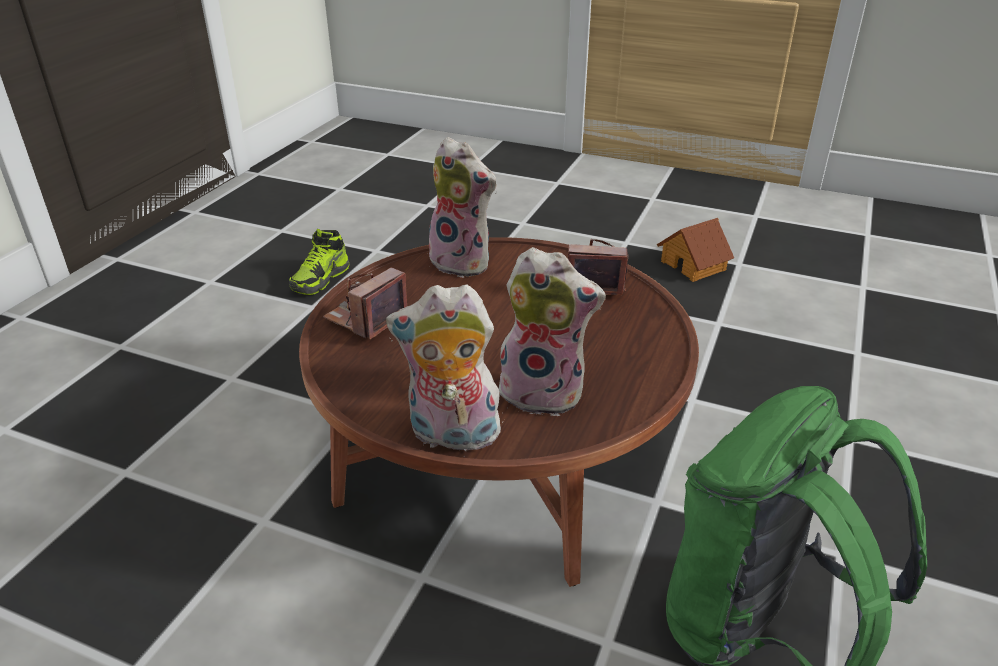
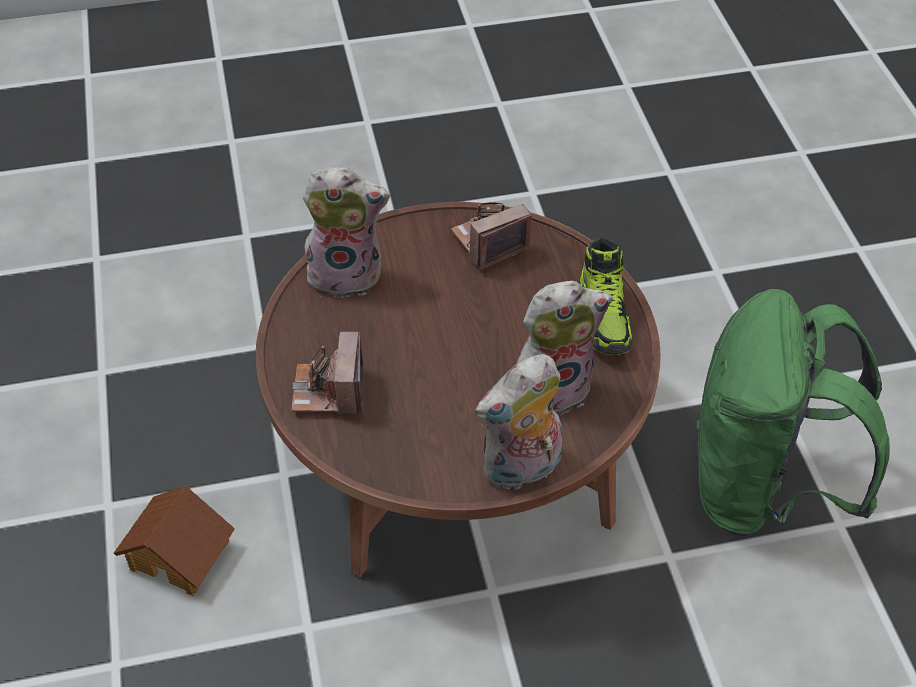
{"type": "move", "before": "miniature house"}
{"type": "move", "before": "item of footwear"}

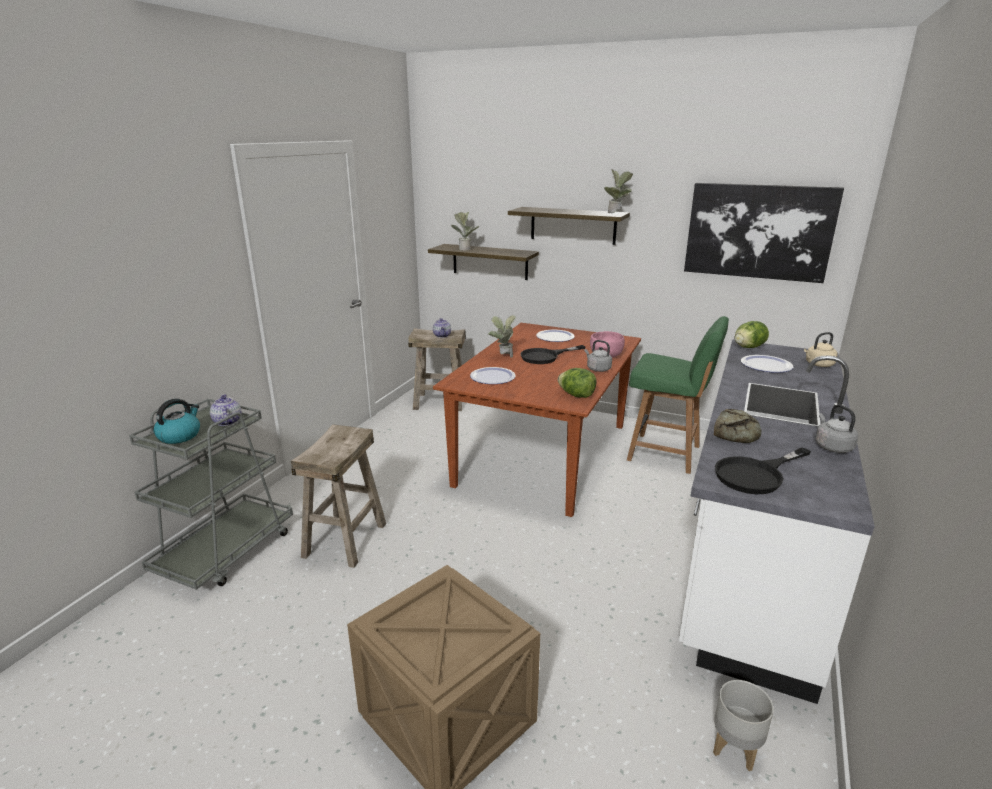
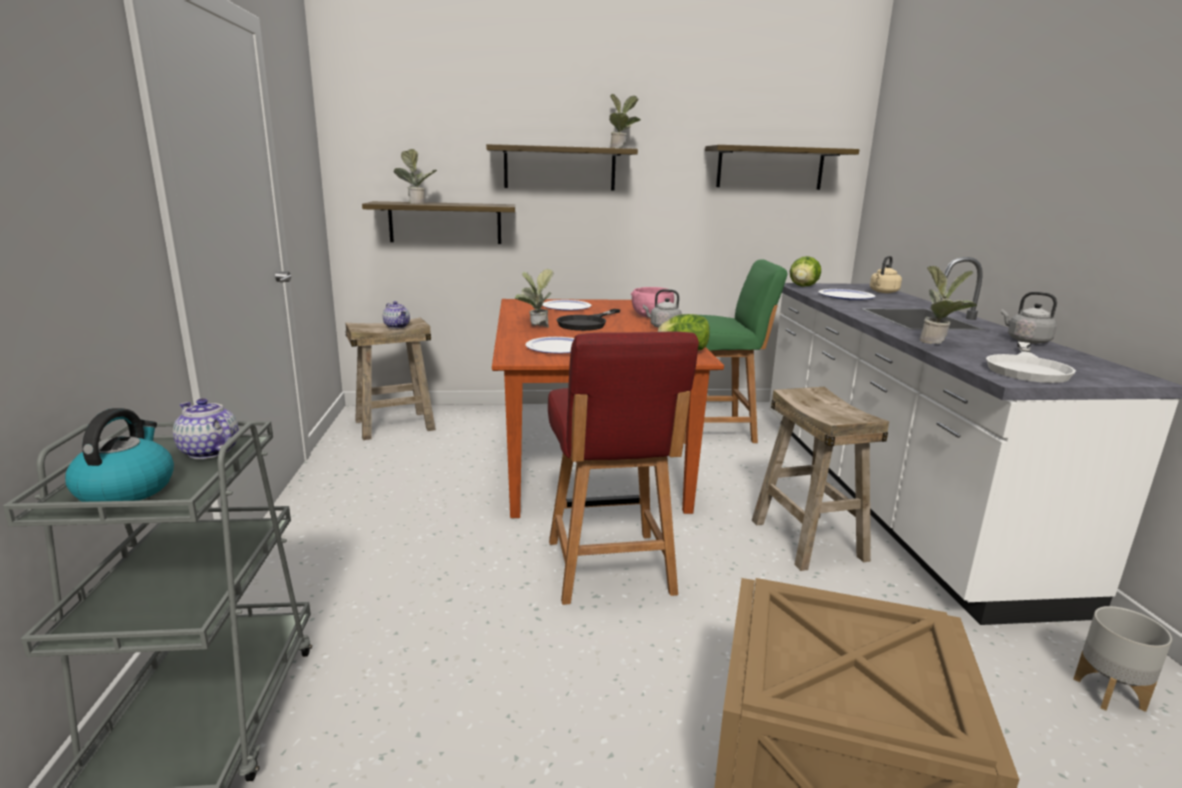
{"type": "insert", "after": "red upright chair"}
{"type": "replace", "before": "wall picture", "after": "wall shelf (3rd from left)"}
{"type": "move", "before": "beige-coloured stool (1st from left in the first image)", "after": "beige-coloured stool (2nd from left)"}
{"type": "replace", "before": "bakery bread", "after": "plant in a pot (4th from left)"}
{"type": "recolor", "before": "blackish frying pan (2nd from left)", "after": "white-coloured frying pan"}

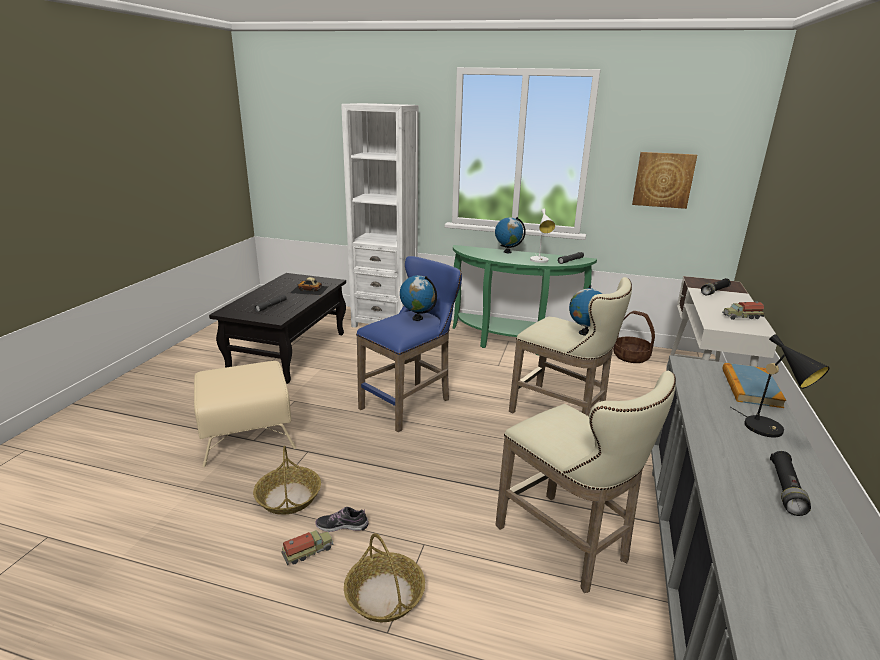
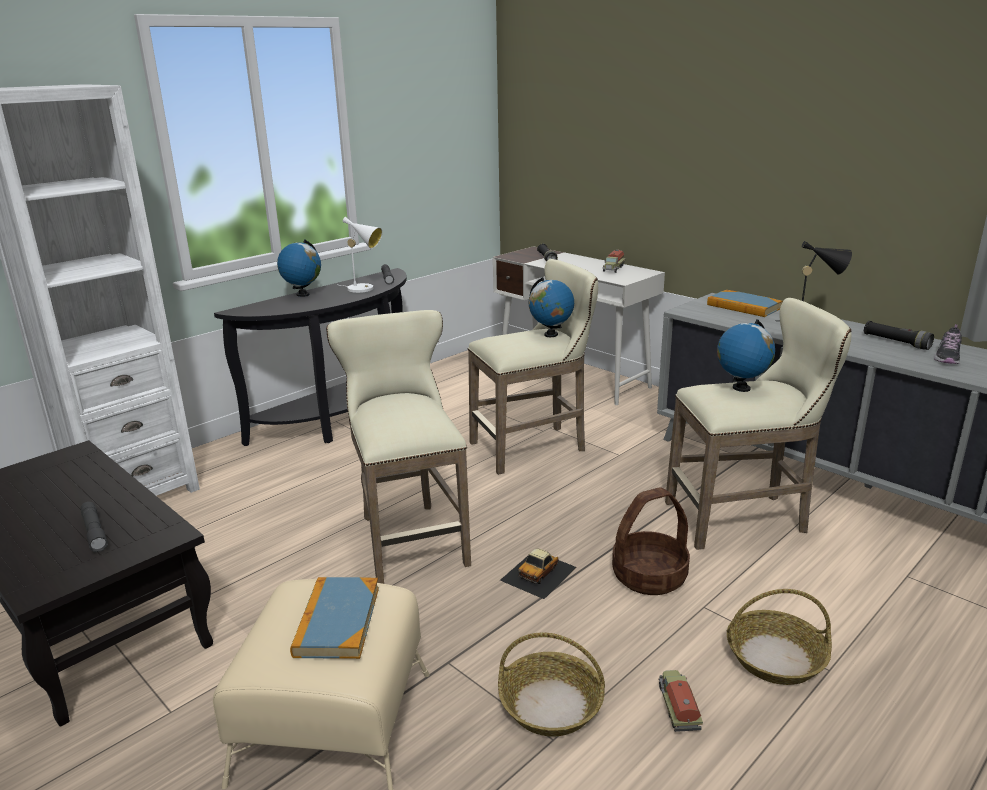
{"type": "recolor", "before": "green-coloured console table", "after": "blackish console table"}
{"type": "insert", "after": "book (1st from left)"}
{"type": "recolor", "before": "bluish stool", "after": "beige-coloured stool (1st from left)"}
{"type": "move", "before": "toy car"}
{"type": "move", "before": "storage basket (3rd from left in the first image)", "after": "storage basket (2nd from left)"}
{"type": "move", "before": "desk globe (1st from left in the first image)", "after": "desk globe (3rd from left)"}
{"type": "move", "before": "item of footwear"}
{"type": "delete", "before": "wall picture"}

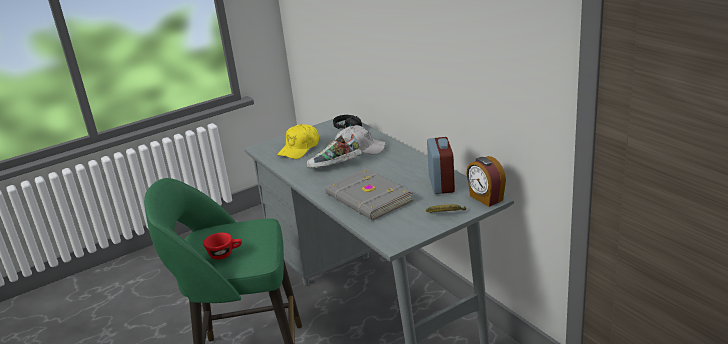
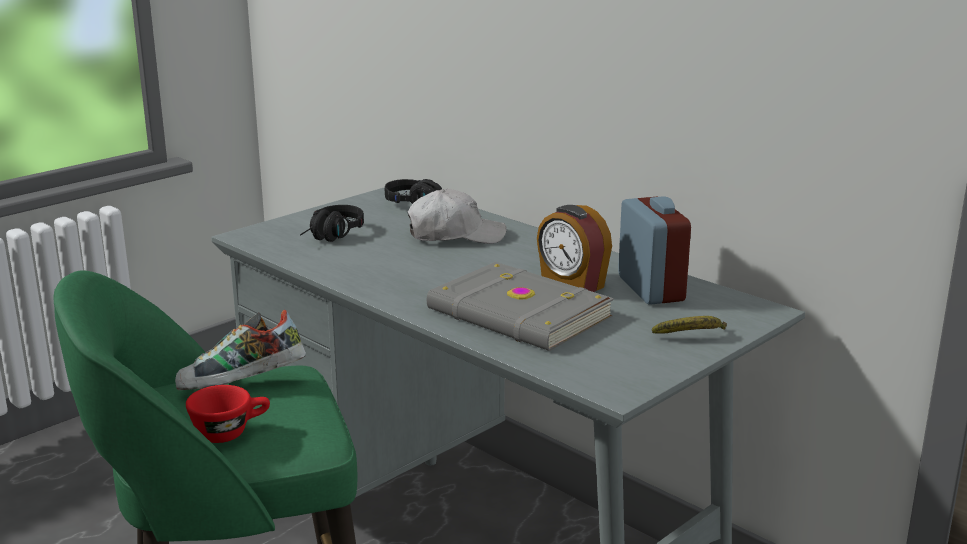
{"type": "move", "before": "item of footwear"}
{"type": "replace", "before": "yellow baseball cap", "after": "blackish headphones (1st from left)"}
{"type": "move", "before": "alarm clock (2nd from left in the first image)", "after": "alarm clock (1st from left)"}

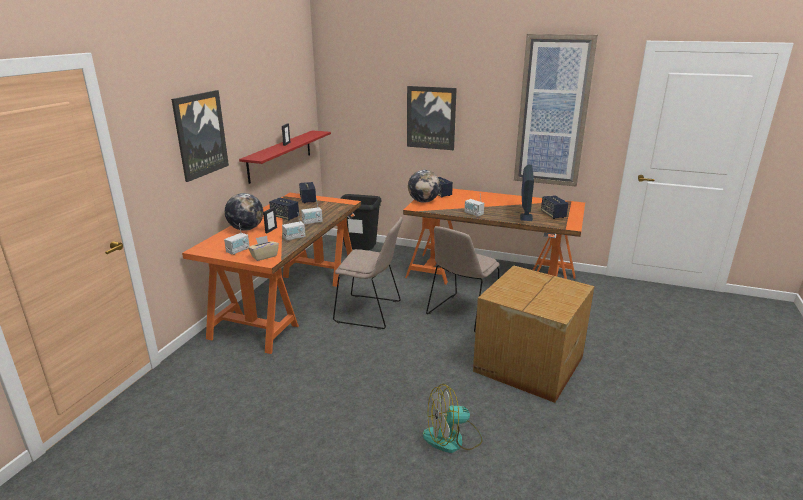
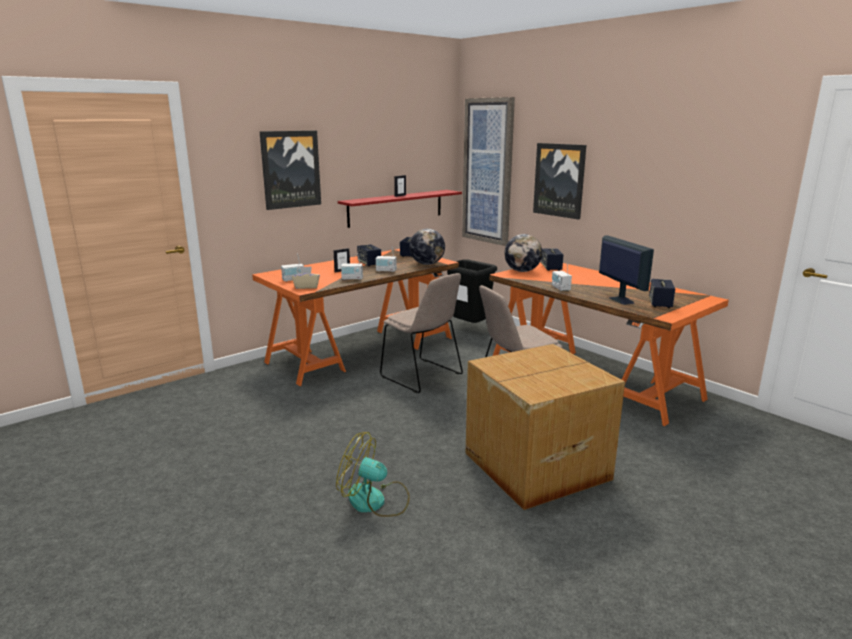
{"type": "move", "before": "desk globe (1st from left)"}
{"type": "move", "before": "wall picture (3rd from left in the first image)", "after": "wall picture (2nd from left)"}
{"type": "rotate", "before": "computer display", "turn": -60}

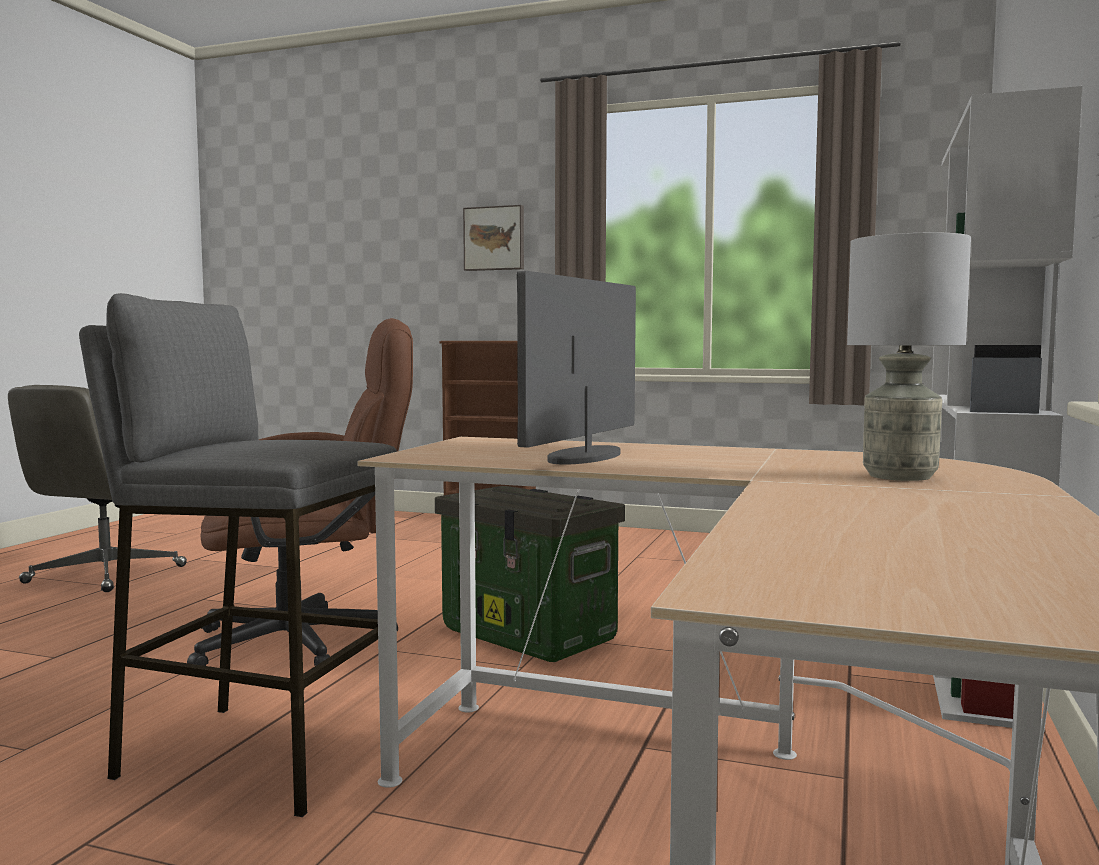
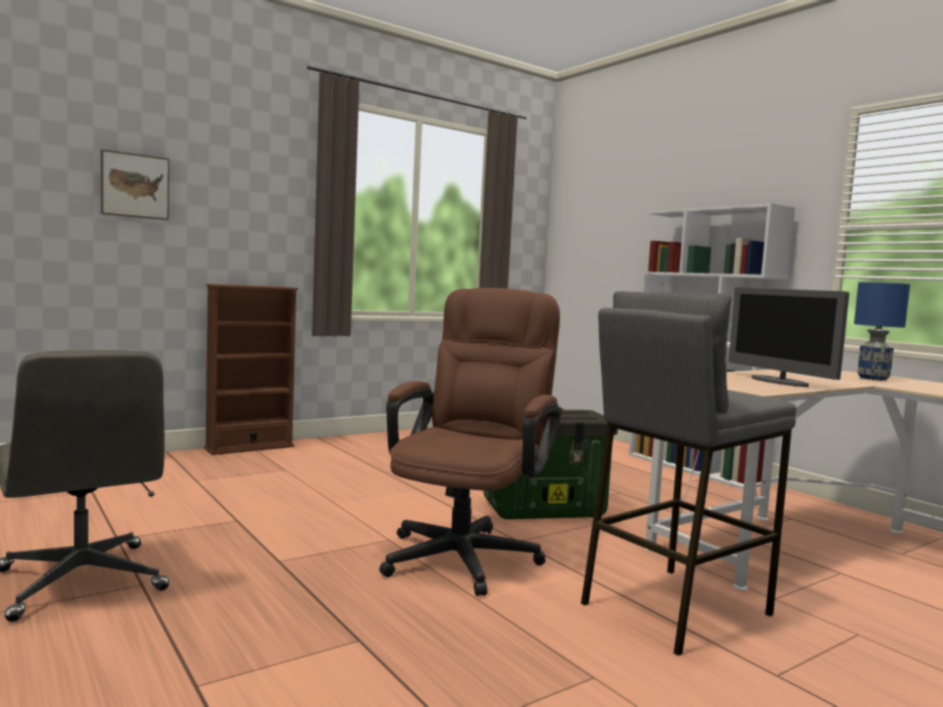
{"type": "move", "before": "wall picture"}
{"type": "recolor", "before": "greyish table lamp", "after": "bluish table lamp"}

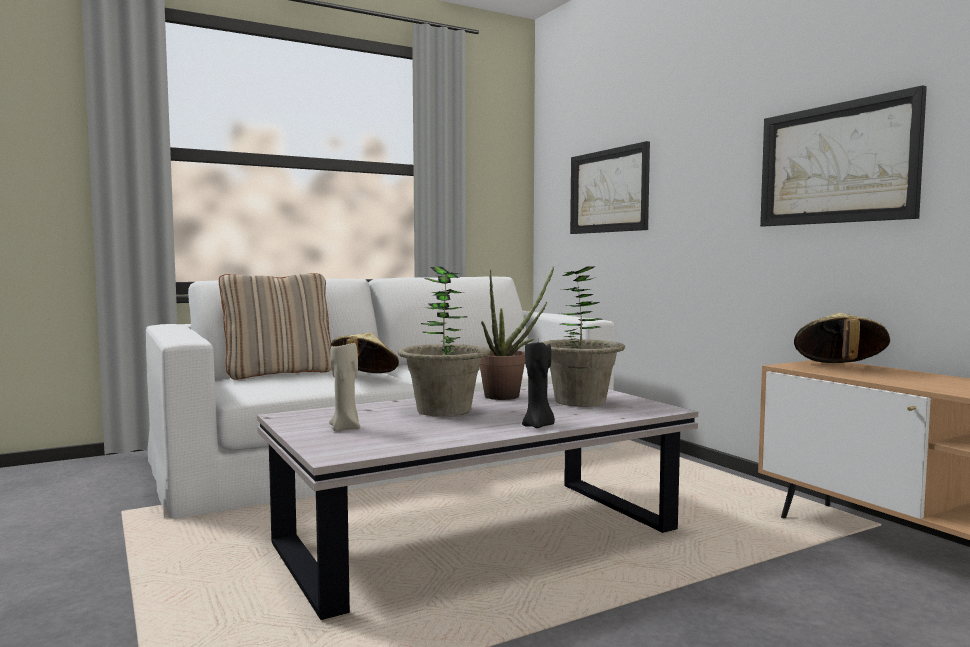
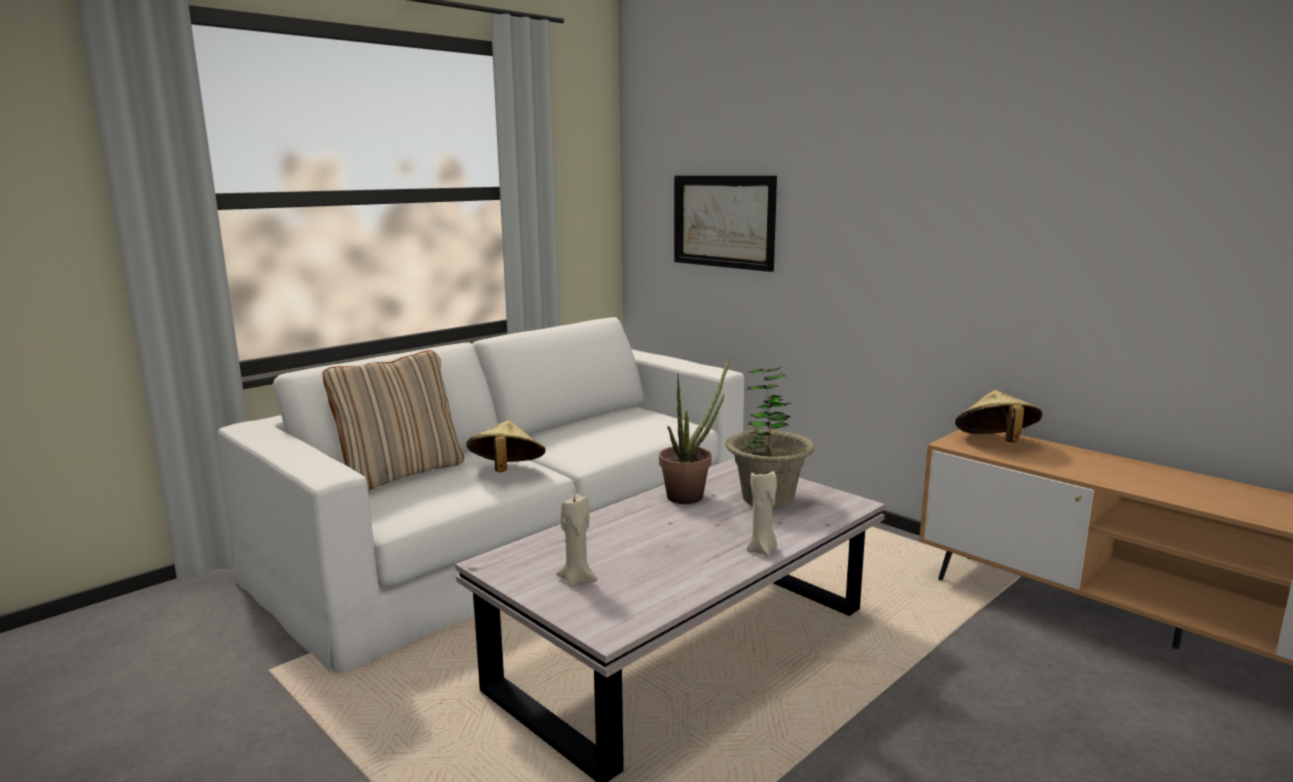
{"type": "recolor", "before": "blackish wax candle", "after": "beige-coloured wax candle (2nd from left)"}
{"type": "delete", "before": "plant in a pot (1st from left)"}
{"type": "delete", "before": "wall picture (2nd from left)"}

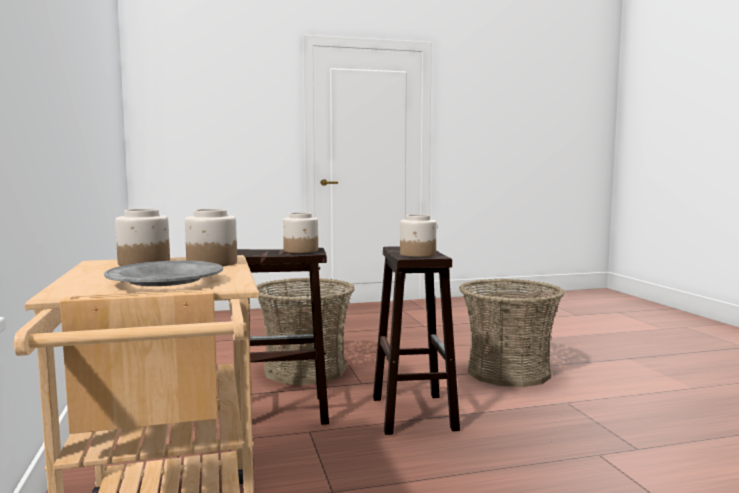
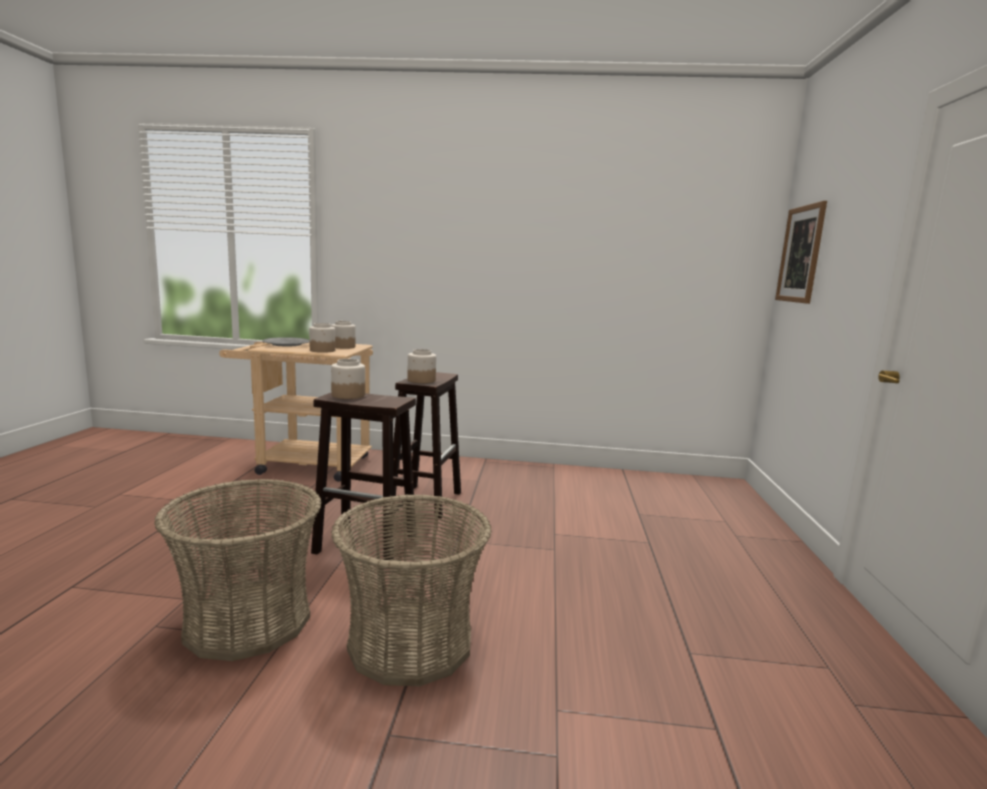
{"type": "move", "before": "storage basket (1st from left)"}
{"type": "insert", "after": "wall picture"}

